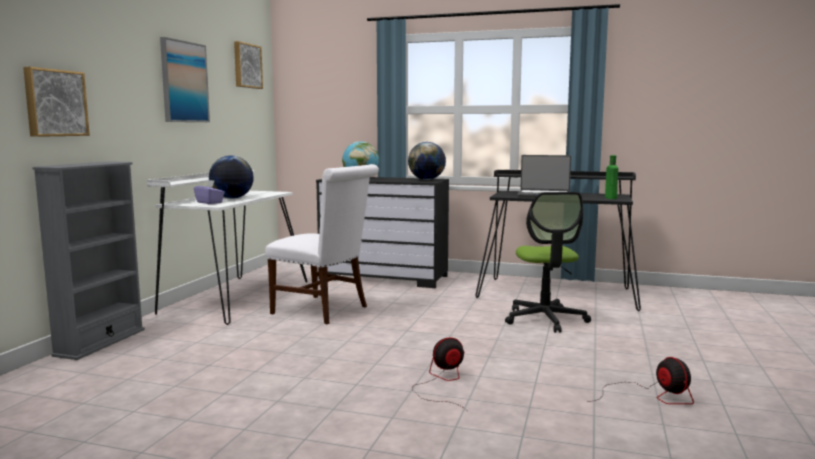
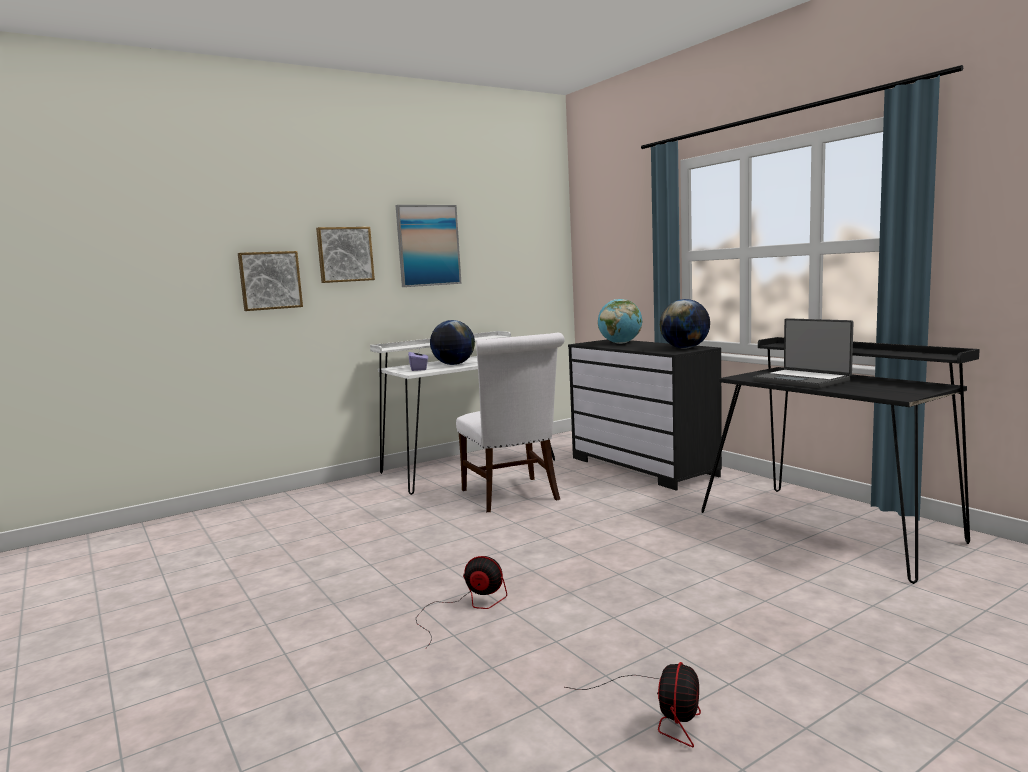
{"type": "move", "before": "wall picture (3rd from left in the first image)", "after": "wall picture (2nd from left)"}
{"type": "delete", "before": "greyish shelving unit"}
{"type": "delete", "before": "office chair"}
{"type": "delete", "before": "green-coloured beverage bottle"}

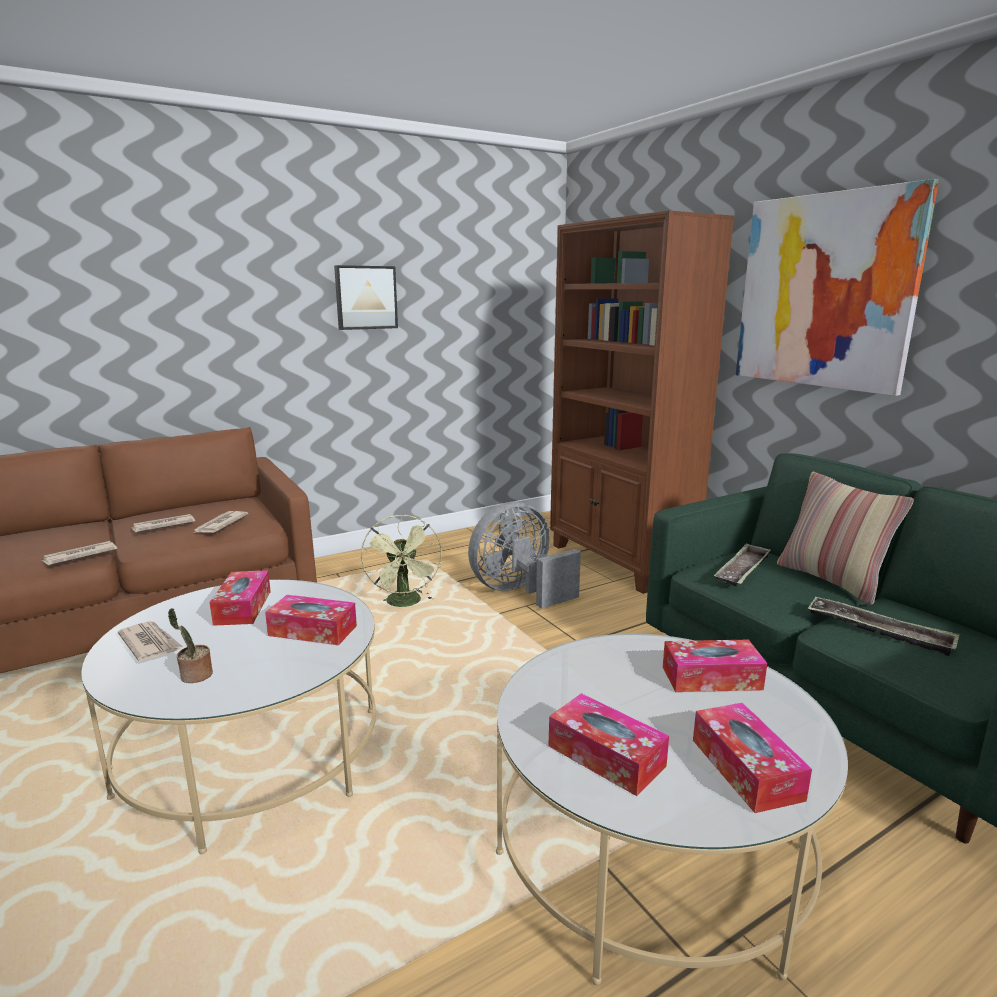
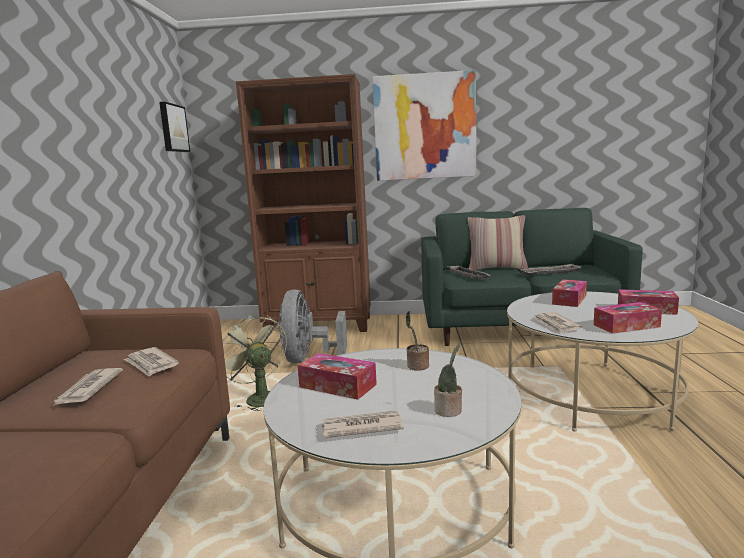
{"type": "move", "before": "wall picture (1st from left)"}
{"type": "rotate", "before": "green-coloured cooling fan", "turn": -150}
{"type": "replace", "before": "tissue box (2nd from left)", "after": "plant in a pot (1st from left)"}
{"type": "move", "before": "daily paper (1st from left in the first image)", "after": "daily paper (4th from left)"}

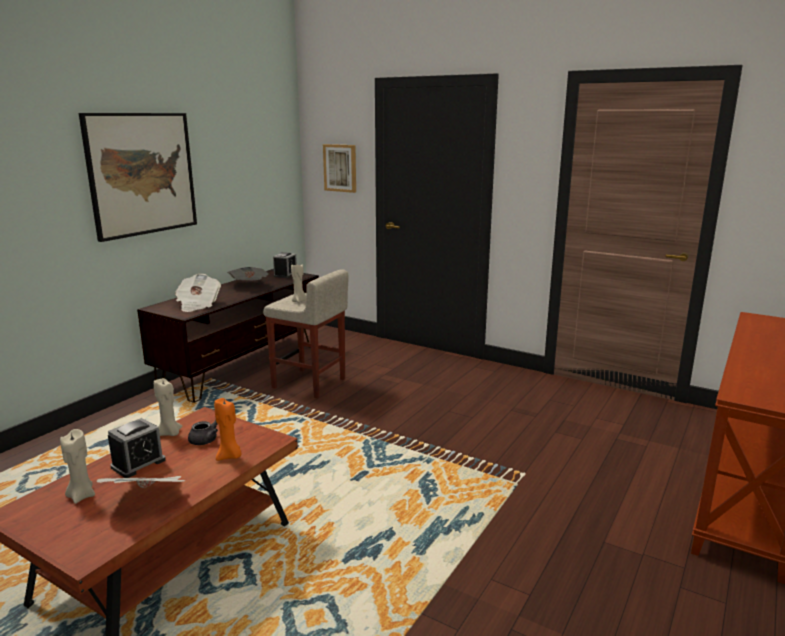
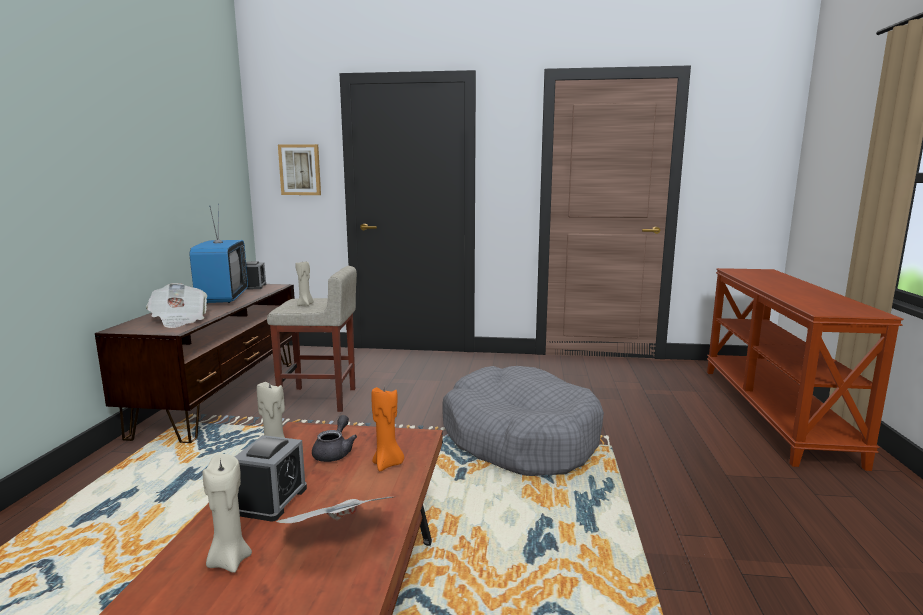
{"type": "replace", "before": "daily paper (3rd from left)", "after": "TV"}
{"type": "insert", "after": "greyish dog bed"}
{"type": "delete", "before": "wall picture (1st from left)"}

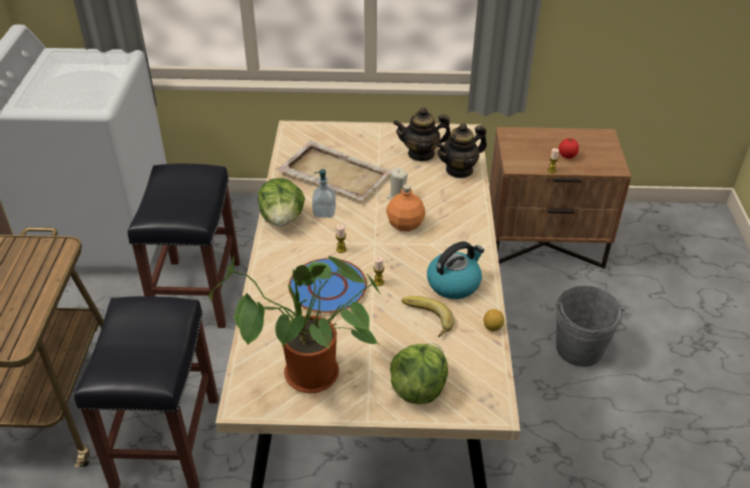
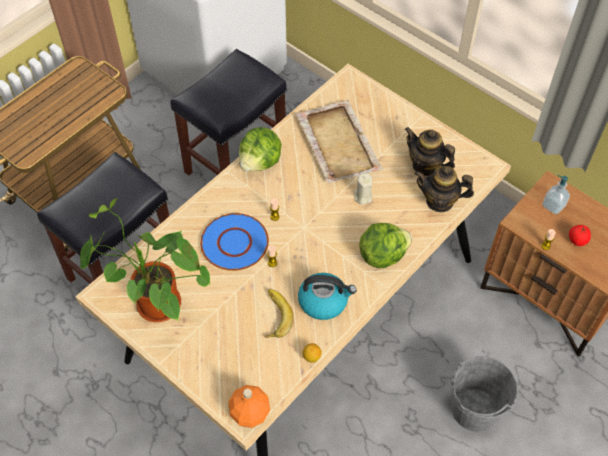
{"type": "move", "before": "orange beverage bottle"}
{"type": "move", "before": "head of lettuce (2nd from left)"}
{"type": "move", "before": "liquid soap bottle"}

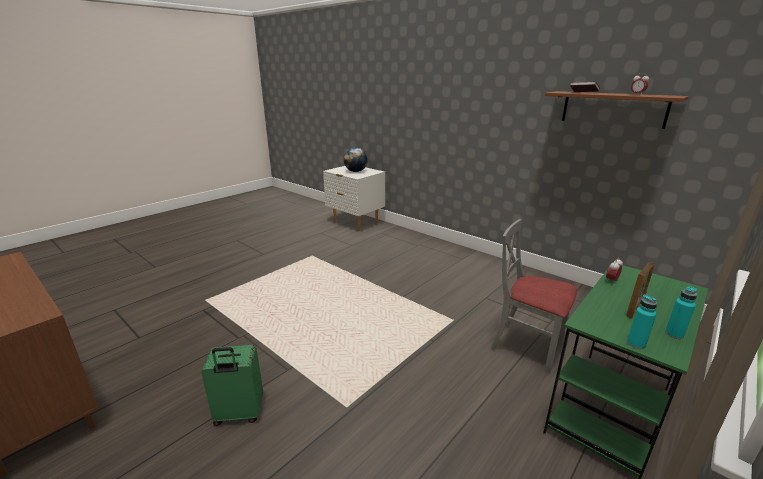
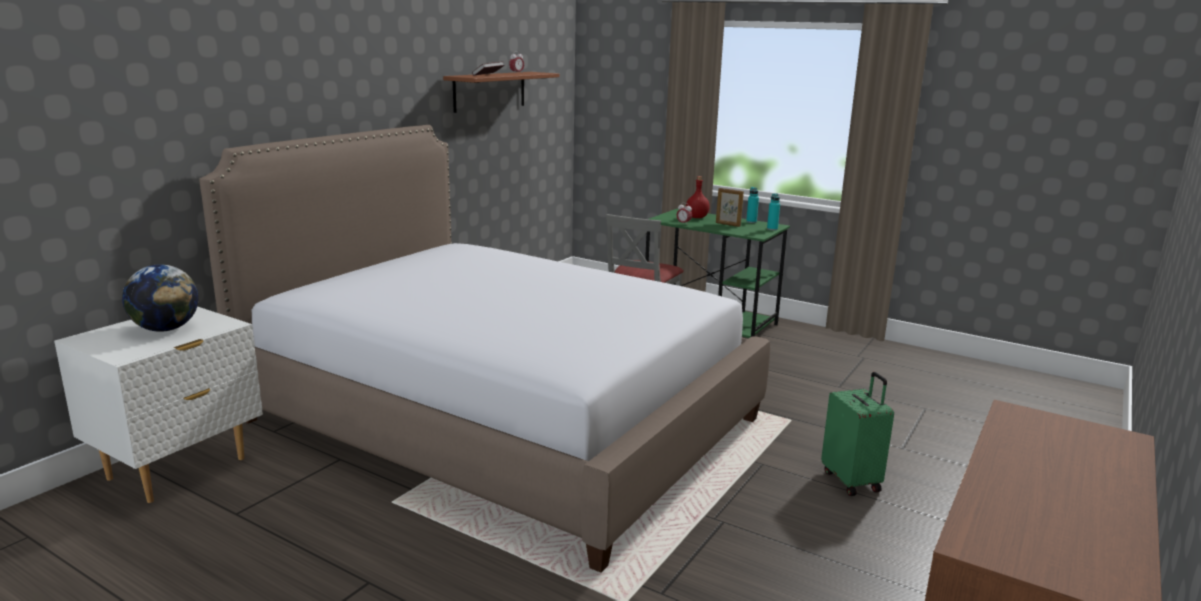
{"type": "insert", "after": "bed"}
{"type": "insert", "after": "red beverage bottle"}

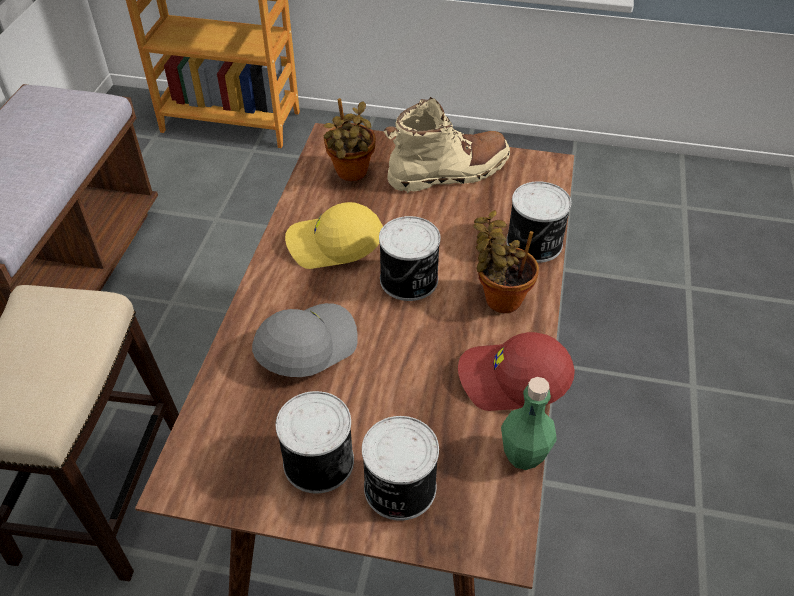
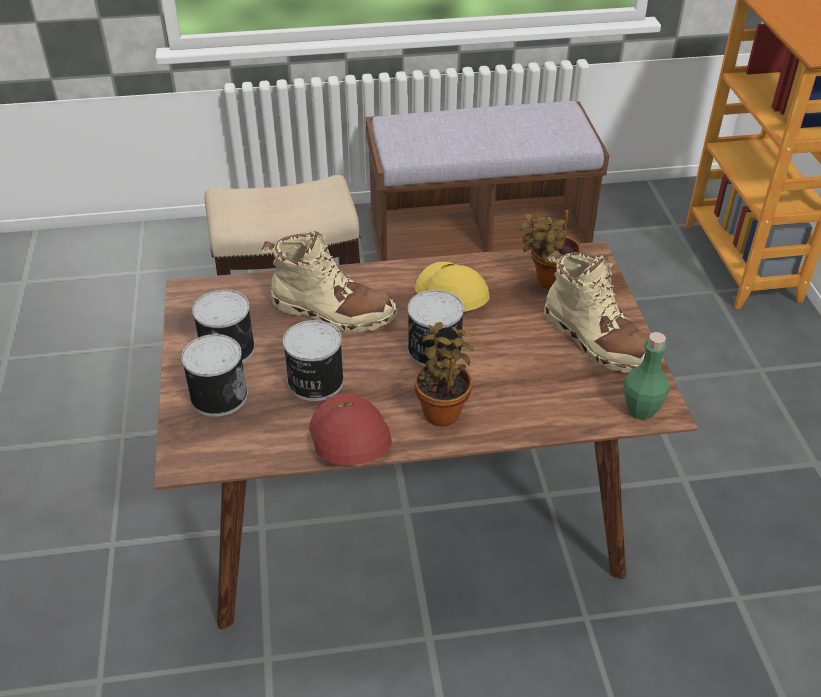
{"type": "replace", "before": "greyish baseball cap", "after": "beige-coloured high-top boot (1st from left)"}
{"type": "move", "before": "sealed can (4th from left in the first image)", "after": "sealed can (3rd from left)"}
{"type": "move", "before": "green-coloured beverage bottle"}

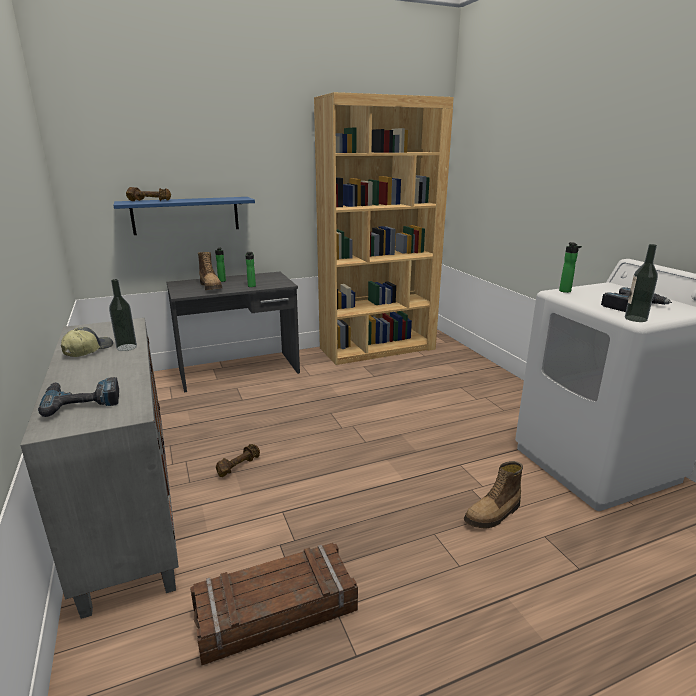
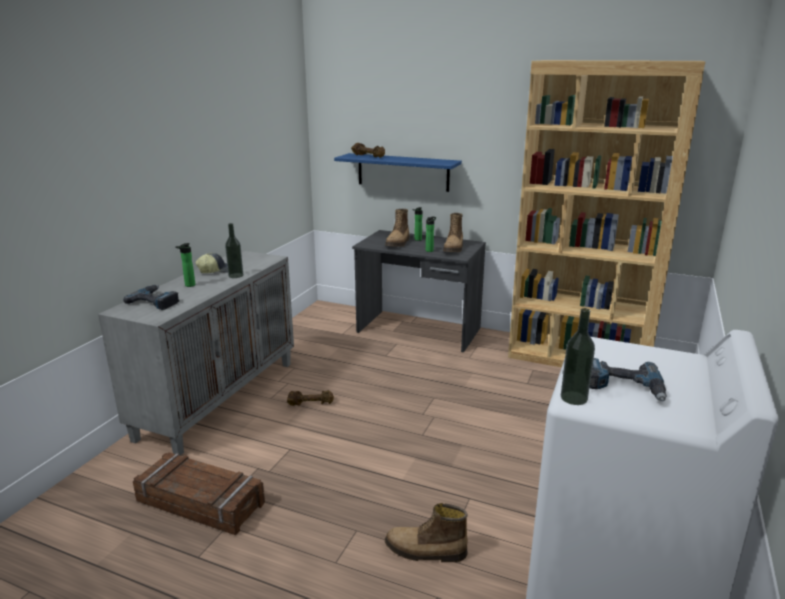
{"type": "move", "before": "beverage bottle (4th from left in the first image)", "after": "beverage bottle (1st from left)"}
{"type": "insert", "after": "high-top boot (3rd from left)"}

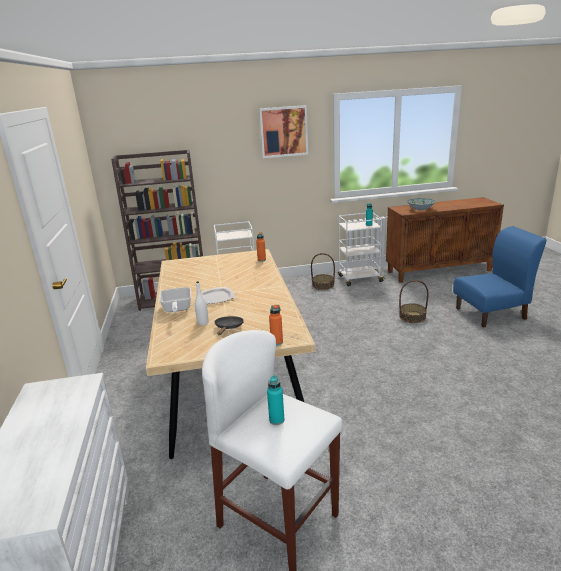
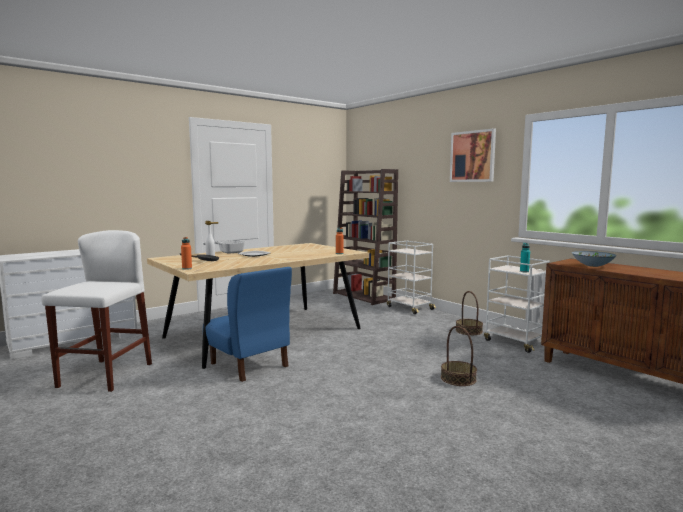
{"type": "move", "before": "bluish upright chair"}
{"type": "delete", "before": "turquoise-coloured beverage bottle (1st from left)"}

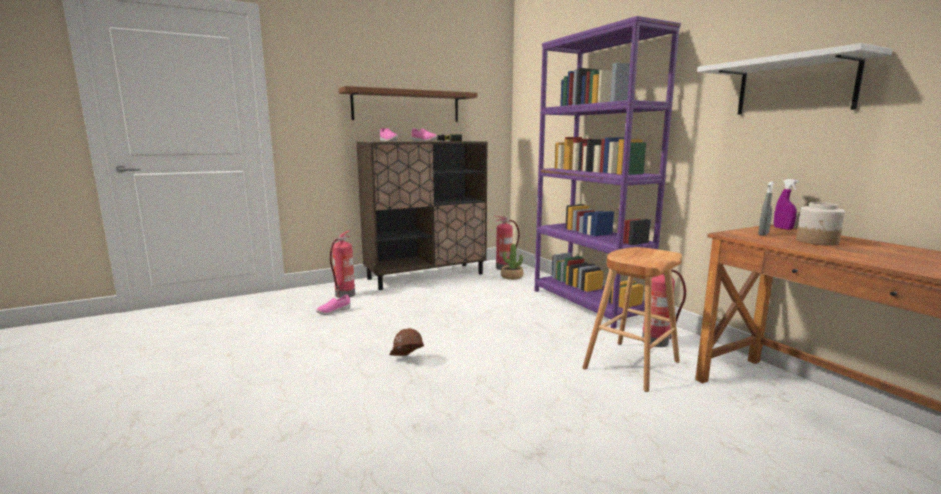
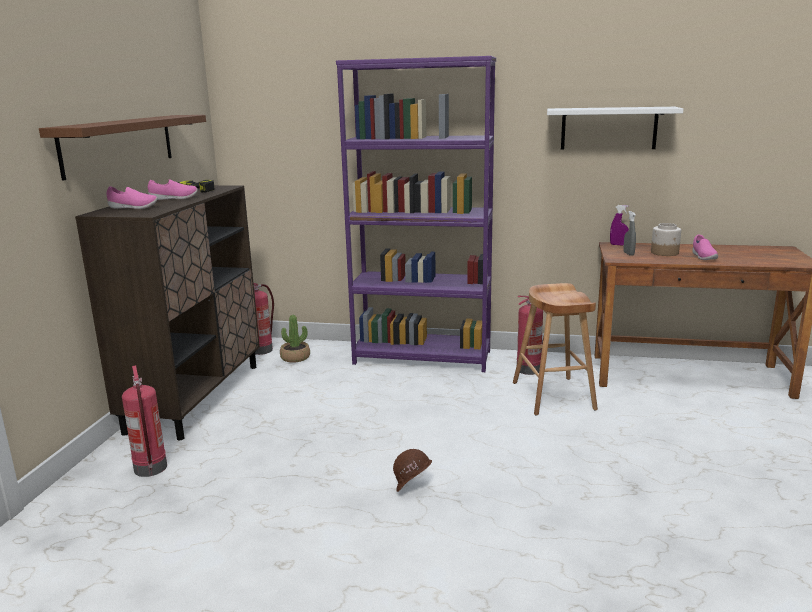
{"type": "move", "before": "pink item of footwear (1st from left in the first image)", "after": "pink item of footwear (3rd from left)"}

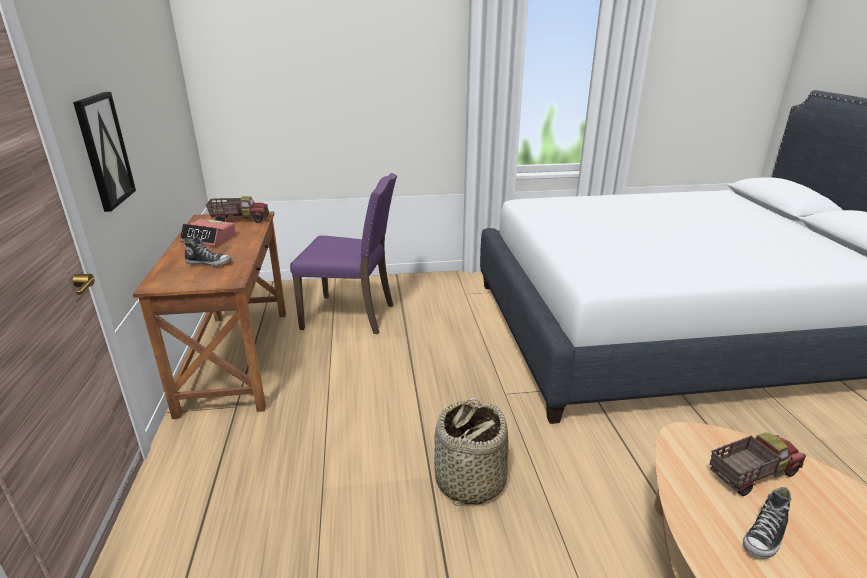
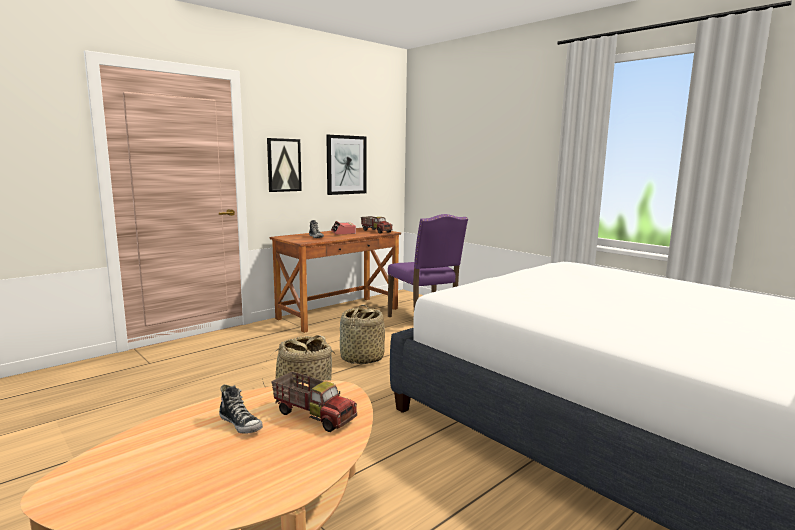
{"type": "rotate", "before": "item of footwear (2nd from left in the first image)", "turn": -150}
{"type": "insert", "after": "wall picture (2nd from left)"}
{"type": "insert", "after": "storage basket (2nd from left)"}

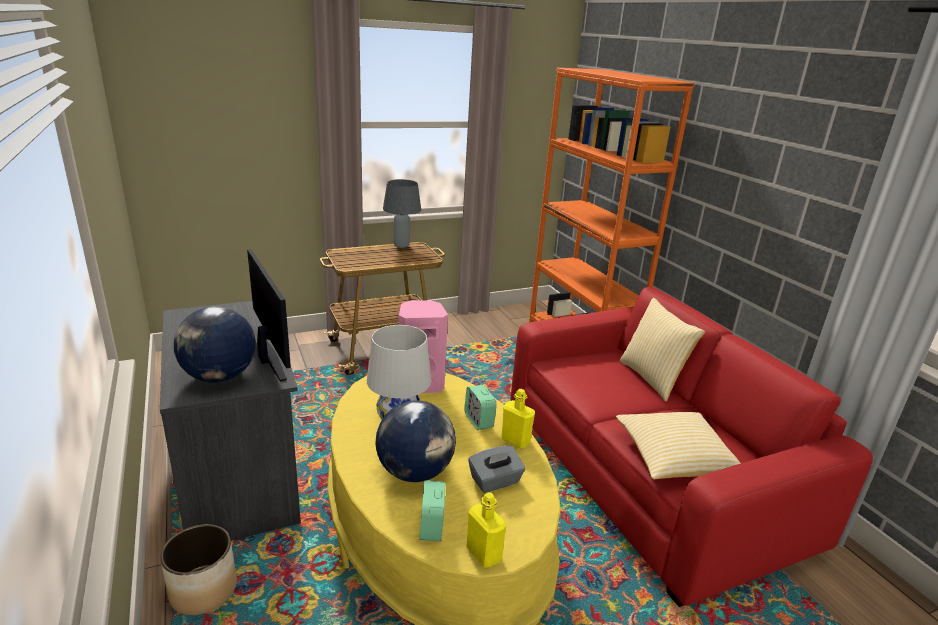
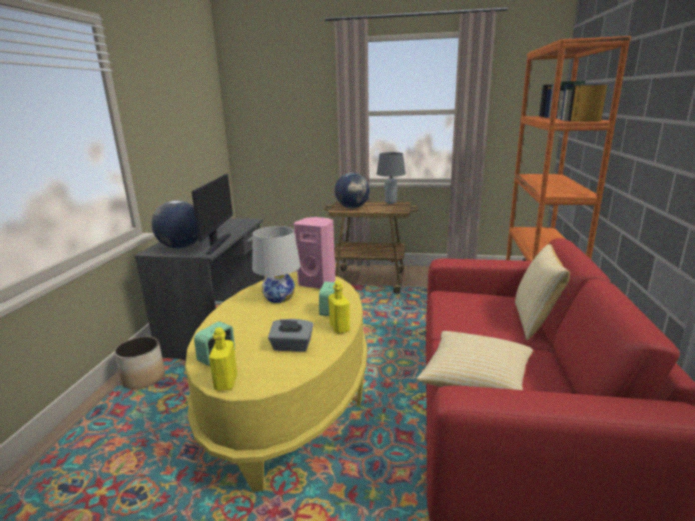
{"type": "move", "before": "desk globe (2nd from left)"}

